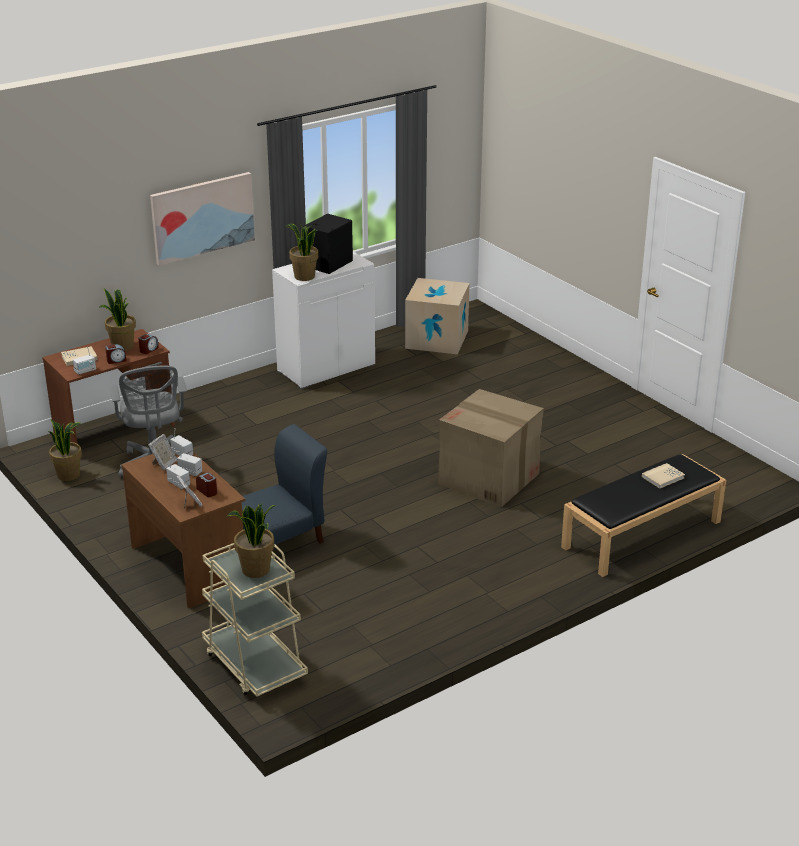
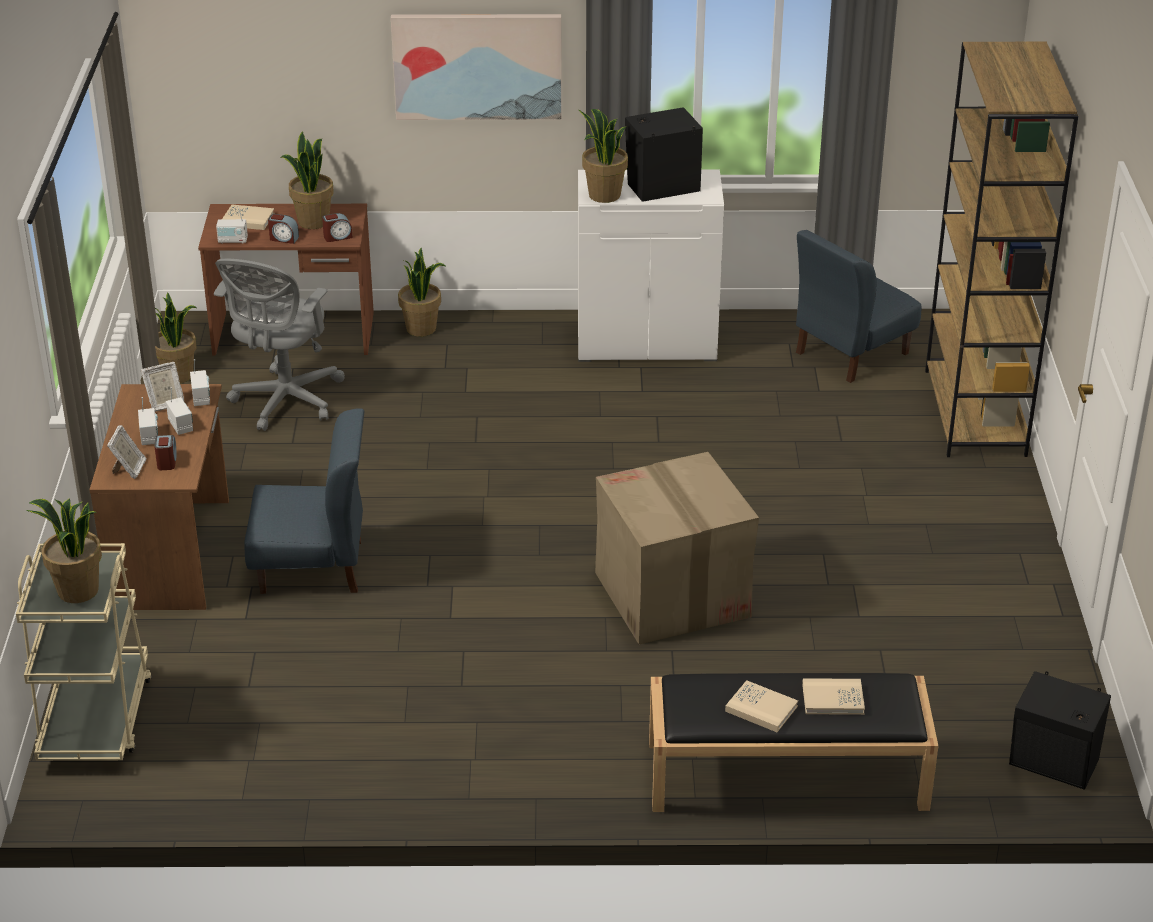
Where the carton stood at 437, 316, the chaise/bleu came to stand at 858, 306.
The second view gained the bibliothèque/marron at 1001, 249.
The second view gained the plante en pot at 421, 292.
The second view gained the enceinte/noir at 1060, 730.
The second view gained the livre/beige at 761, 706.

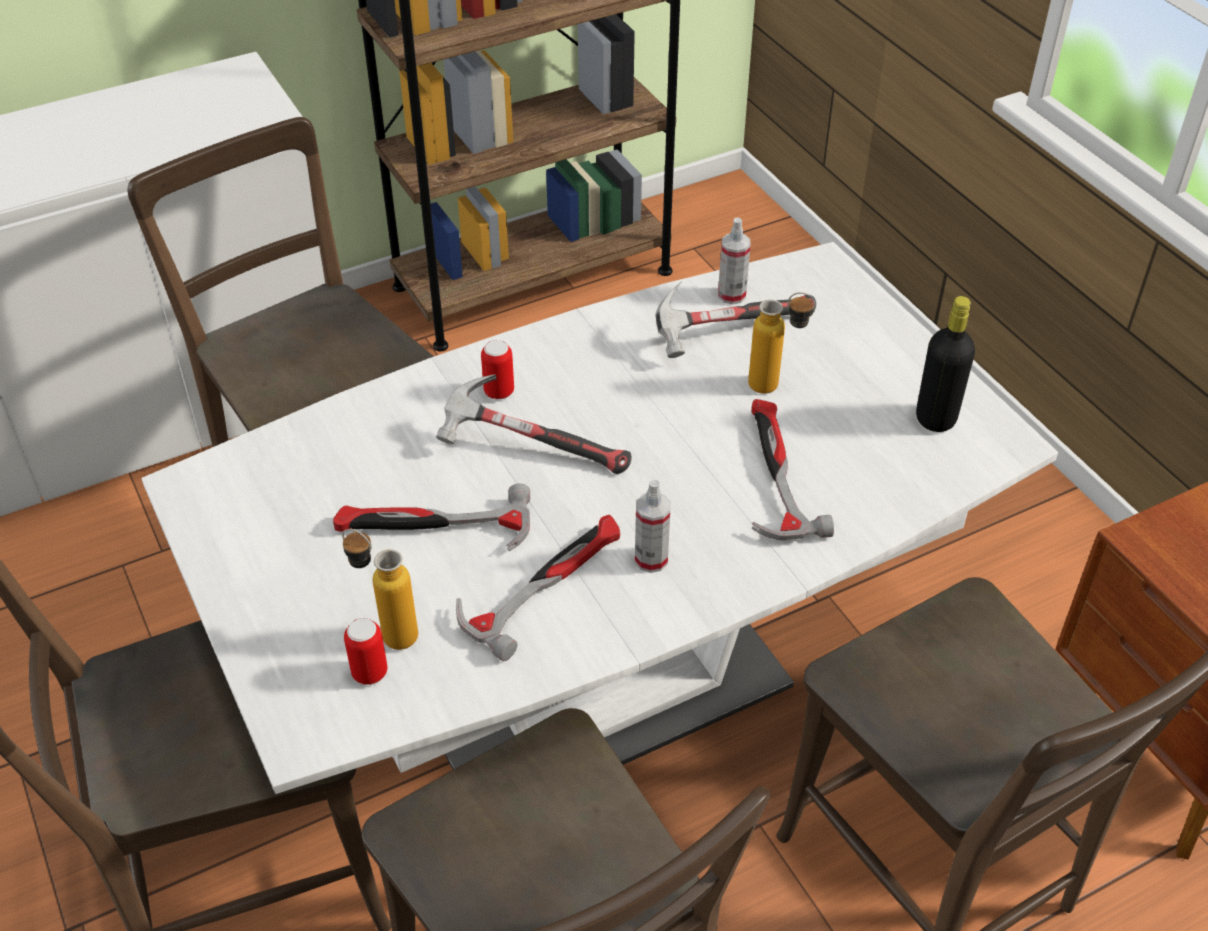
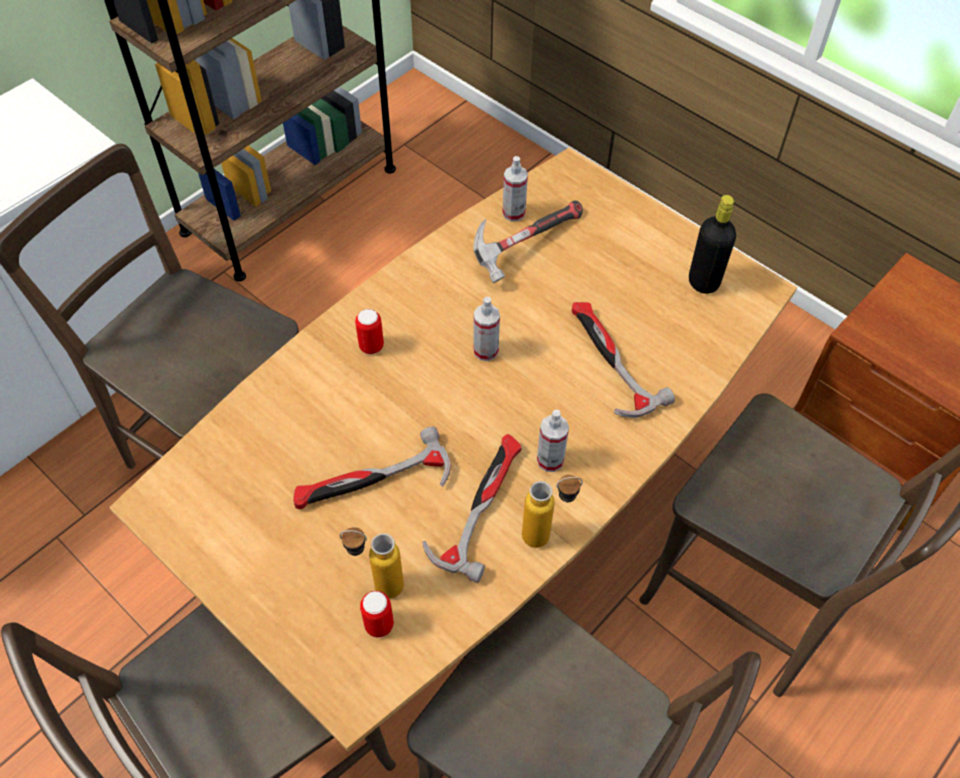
What was the table à manger/blanc at 599, 518 turned into the table à manger/marron at 453, 449.
The bouteille ended up elsewhere, having gone from 781, 343 to 552, 511.
The second view lost the marteau at 534, 424.
The second view gained the vaporisateur at 486, 329.

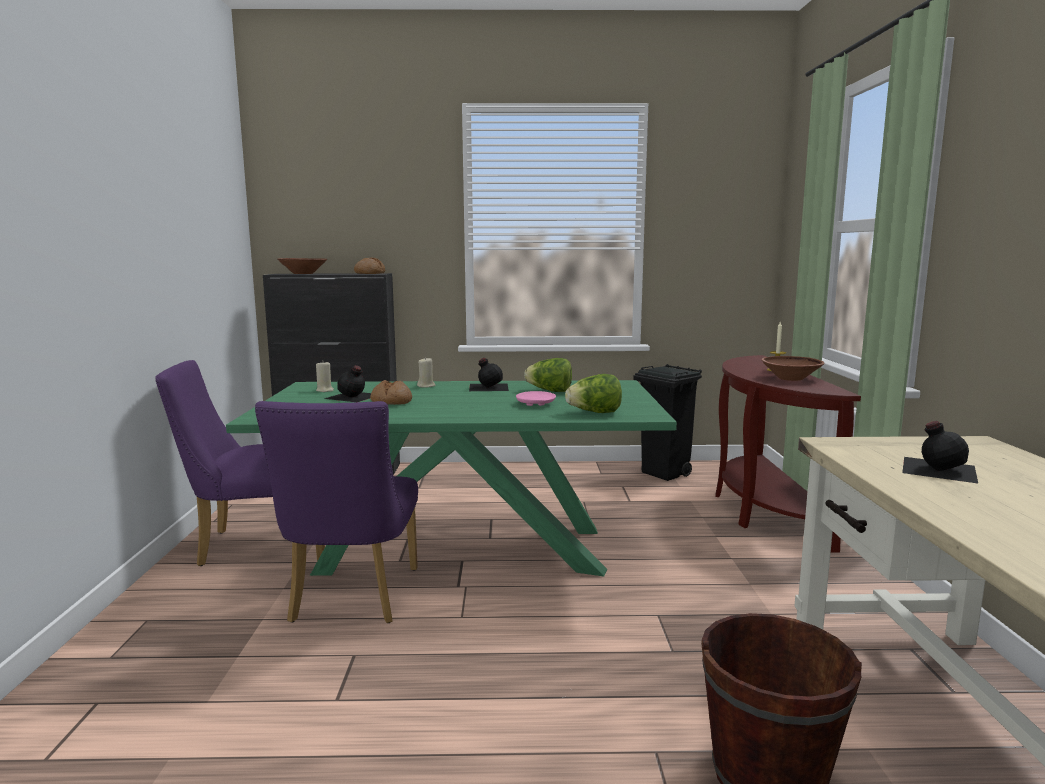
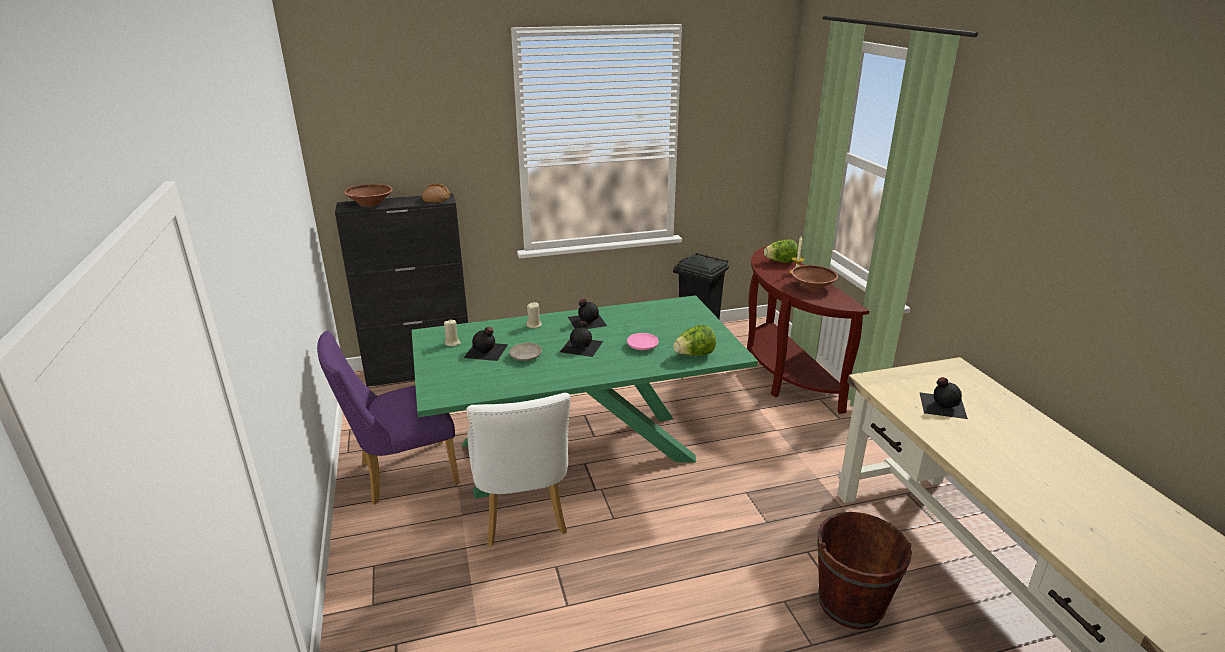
The laitue ended up elsewhere, having gone from 548, 375 to 781, 251.
Where the pain stood at 391, 392, the assiette/beige came to stand at 525, 352.
What was the chaise/violet at 336, 512 turned into the chaise/blanc at 518, 470.
The second view gained the bouteille/noir at 581, 339.

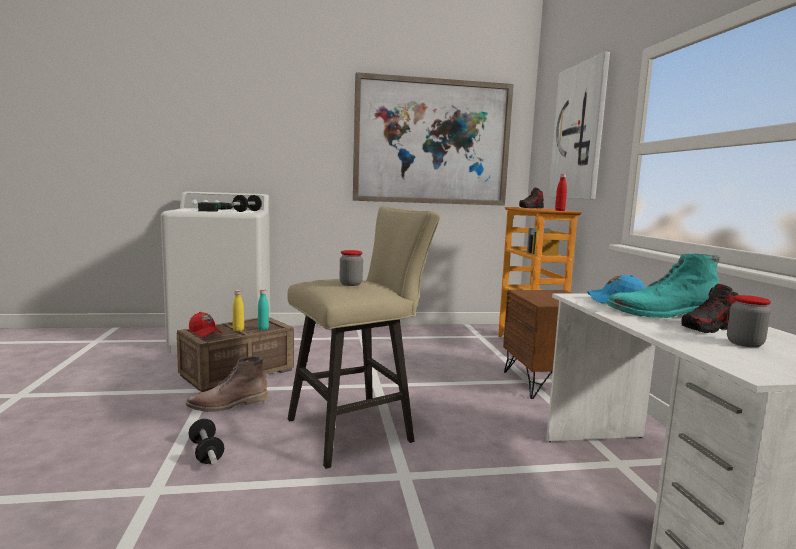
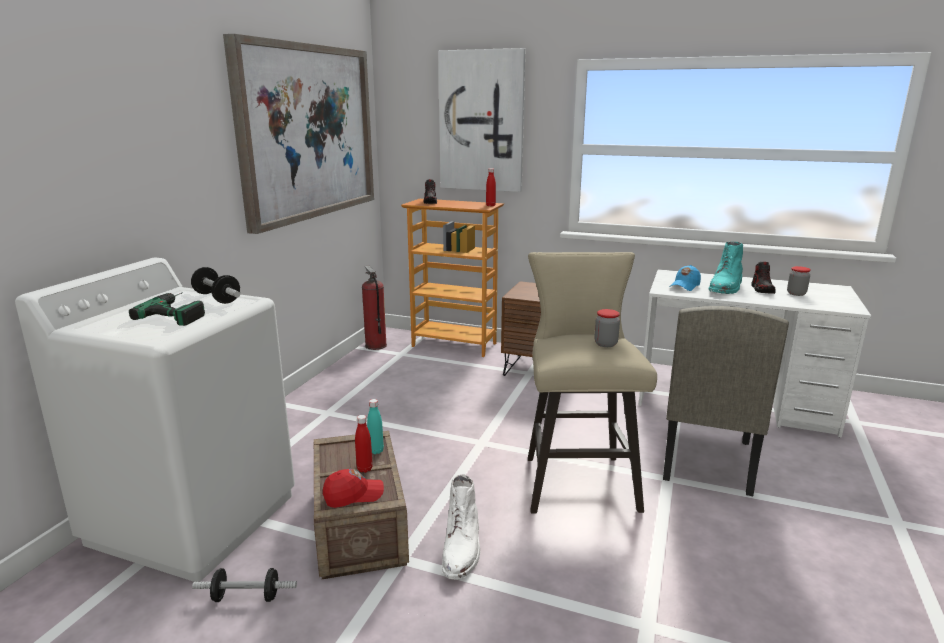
What was the bouteille/jaune at 238, 311 turned into the bouteille/rouge at 364, 444.
What was the botte/marron at 227, 384 turned into the botte/blanc at 461, 526.
The haltère ended up elsewhere, having gone from 206, 441 to 244, 585.
The second view gained the extincteur at 374, 308.
The second view gained the chaise/beige at 726, 401.

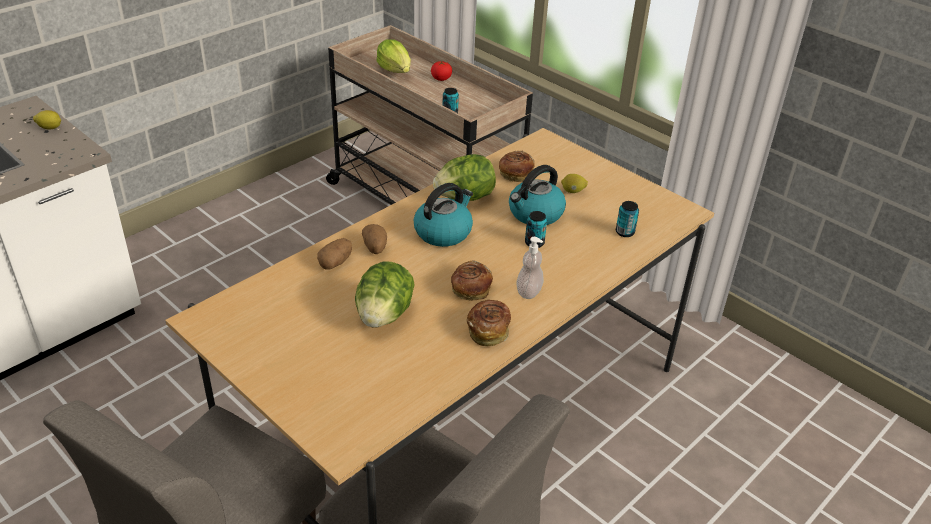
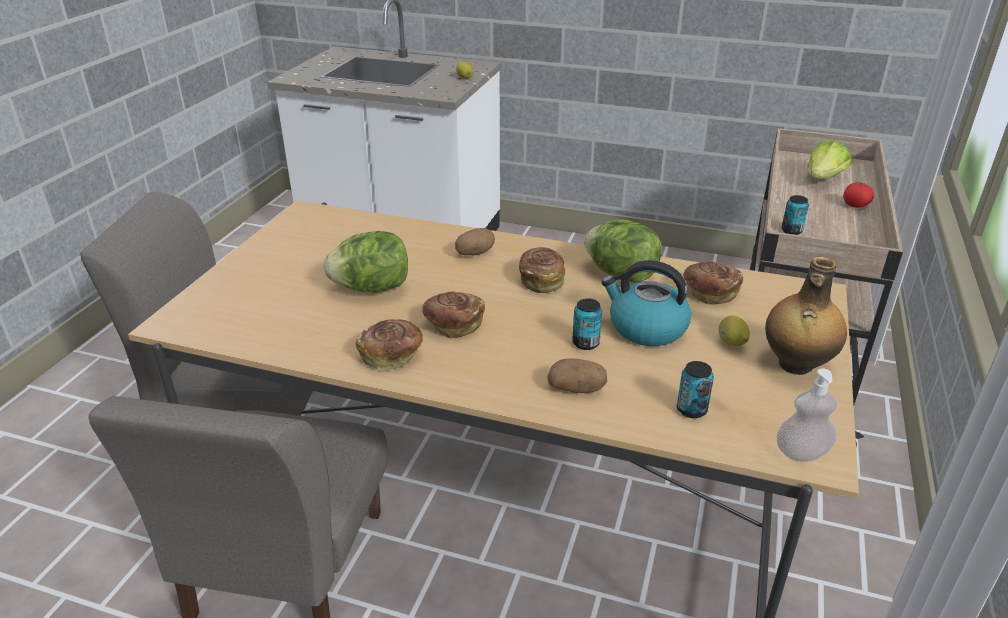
Where the bouilloire stood at 443, 215, the pain came to stand at 542, 270.
The distributeur de savon ended up elsewhere, having gone from 530, 268 to 807, 414.
The pomme de terre ended up elsewhere, having gone from 334, 254 to 577, 376.
The second view gained the bouteille at 806, 316.

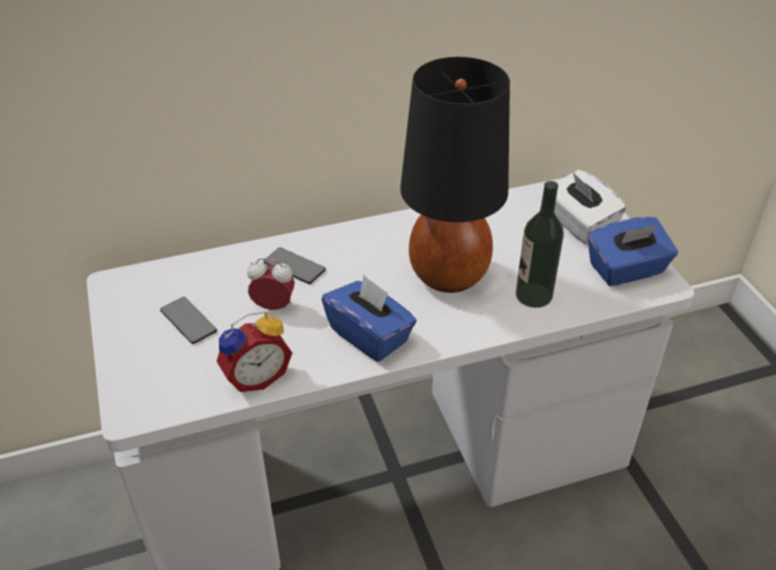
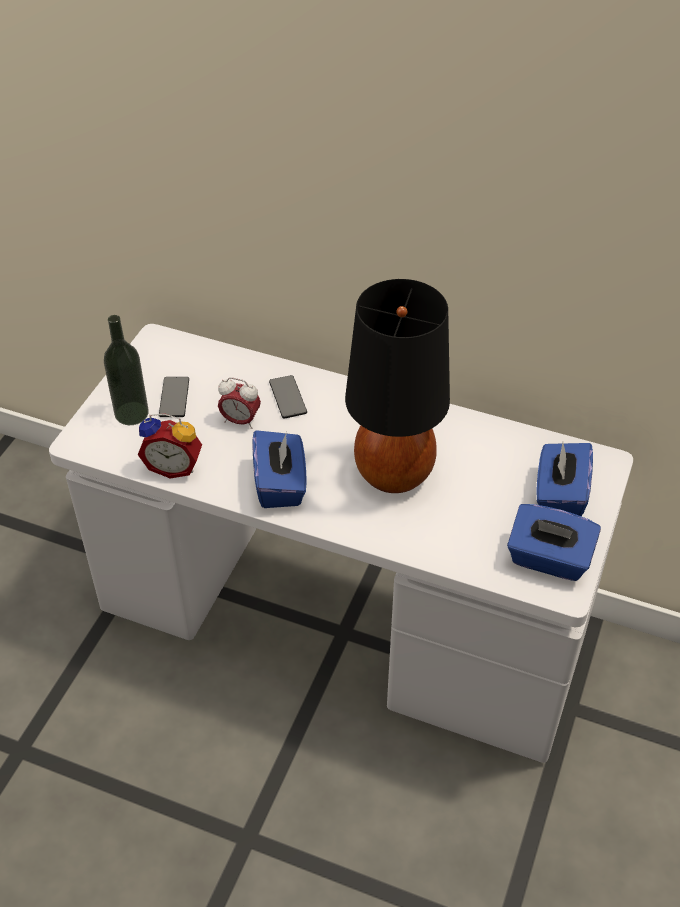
What was the boîte à mouchoirs/blanc at 590, 207 turned into the boîte à mouchoirs/bleu at 564, 479.
The bouteille ended up elsewhere, having gone from 540, 244 to 126, 370.
The réveil at 271, 284 ended up facing another way, 150 degrees clockwise from before.

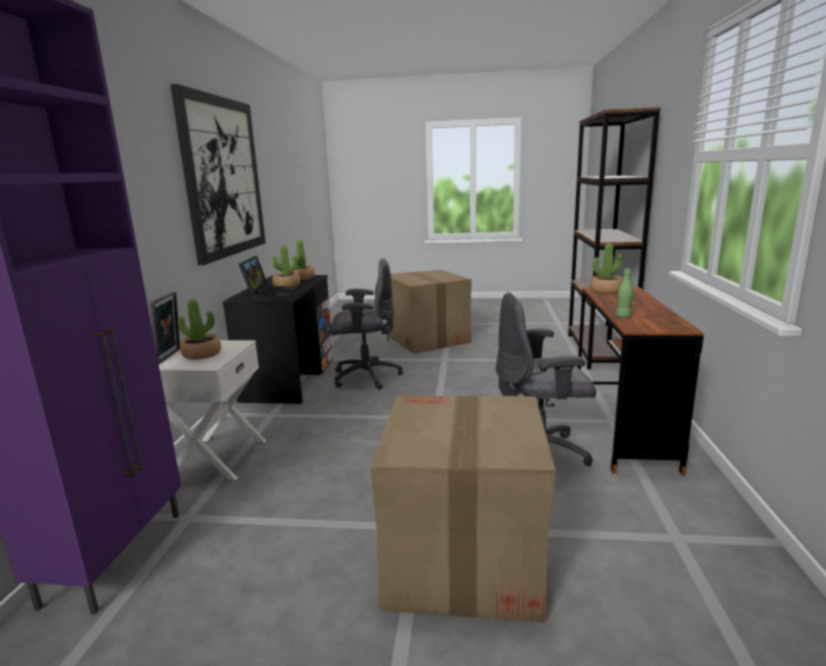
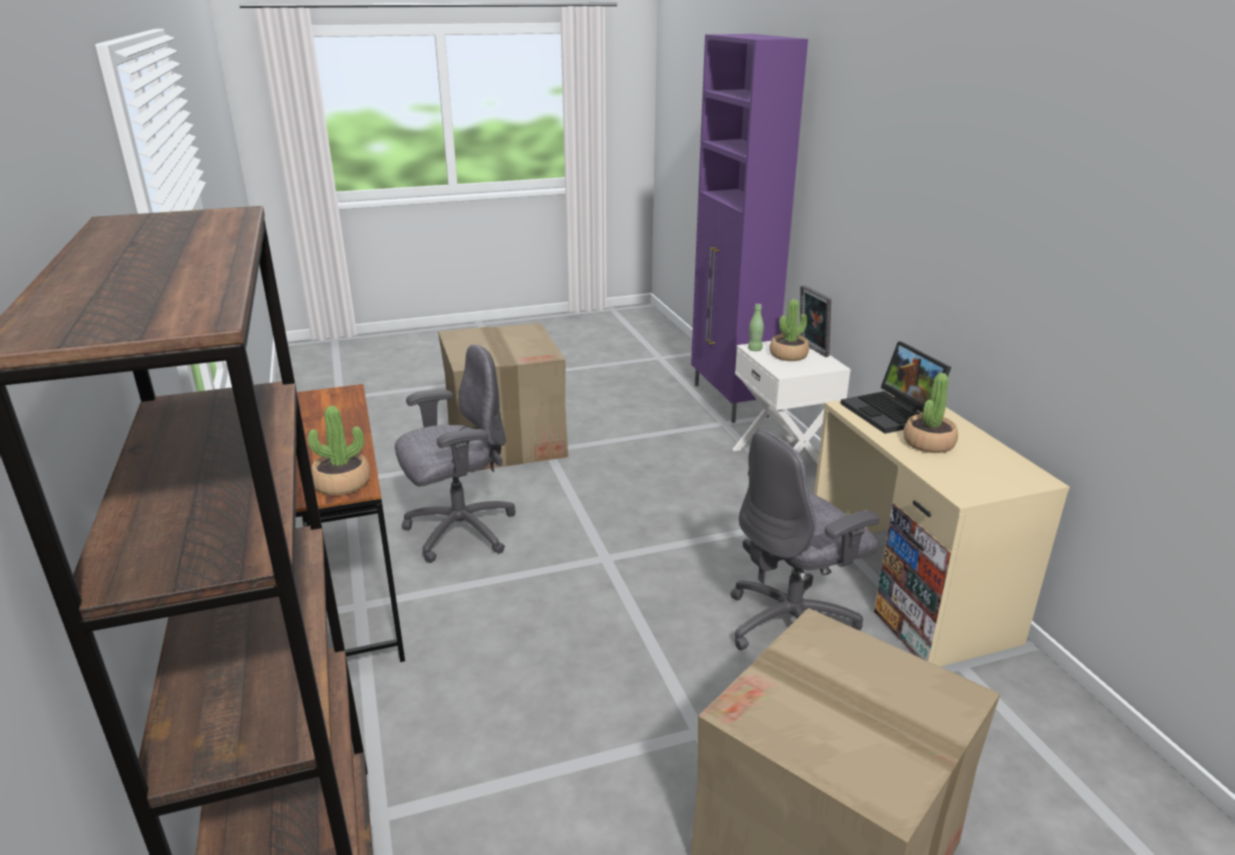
The second view lost the tableau at 218, 174.
The second view lost the plante en pot at 303, 260.
The bouteille/vert ended up elsewhere, having gone from 625, 293 to 756, 327.
What was the bureau/noir at 278, 339 turned into the bureau/beige at 942, 530.

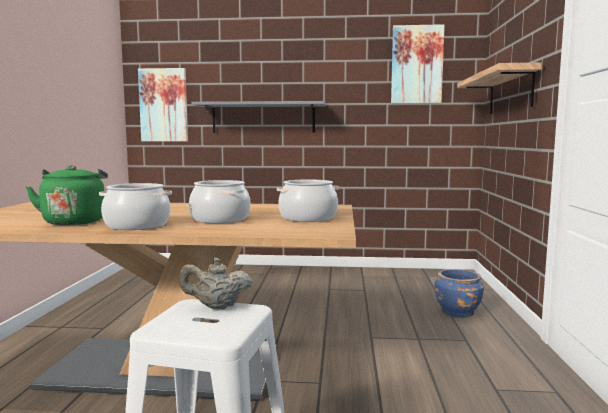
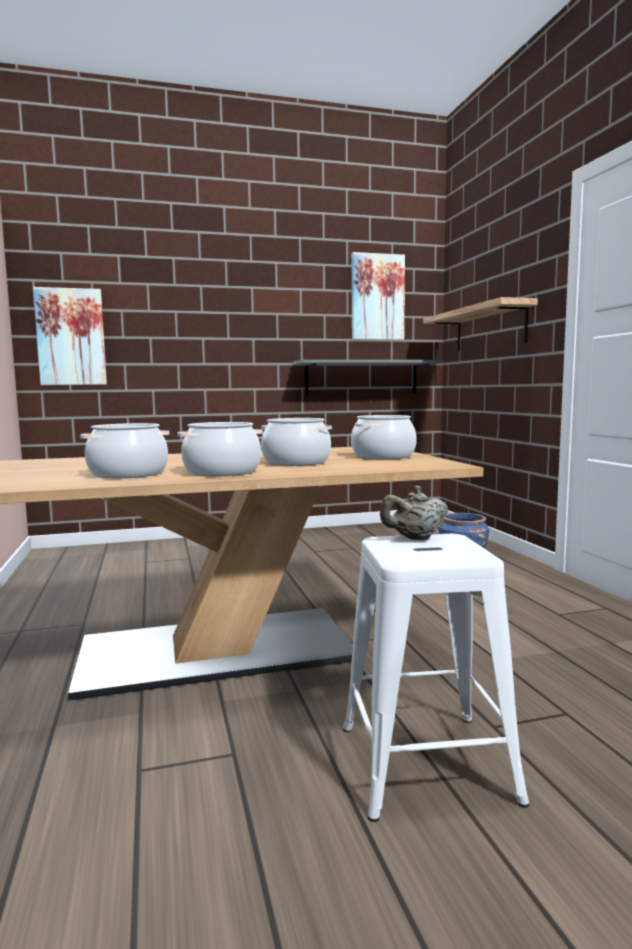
The étagère/gris ended up elsewhere, having gone from 259, 117 to 368, 377.
Where the bouilloire/vert stood at 67, 195, the marmite came to stand at 124, 450.

